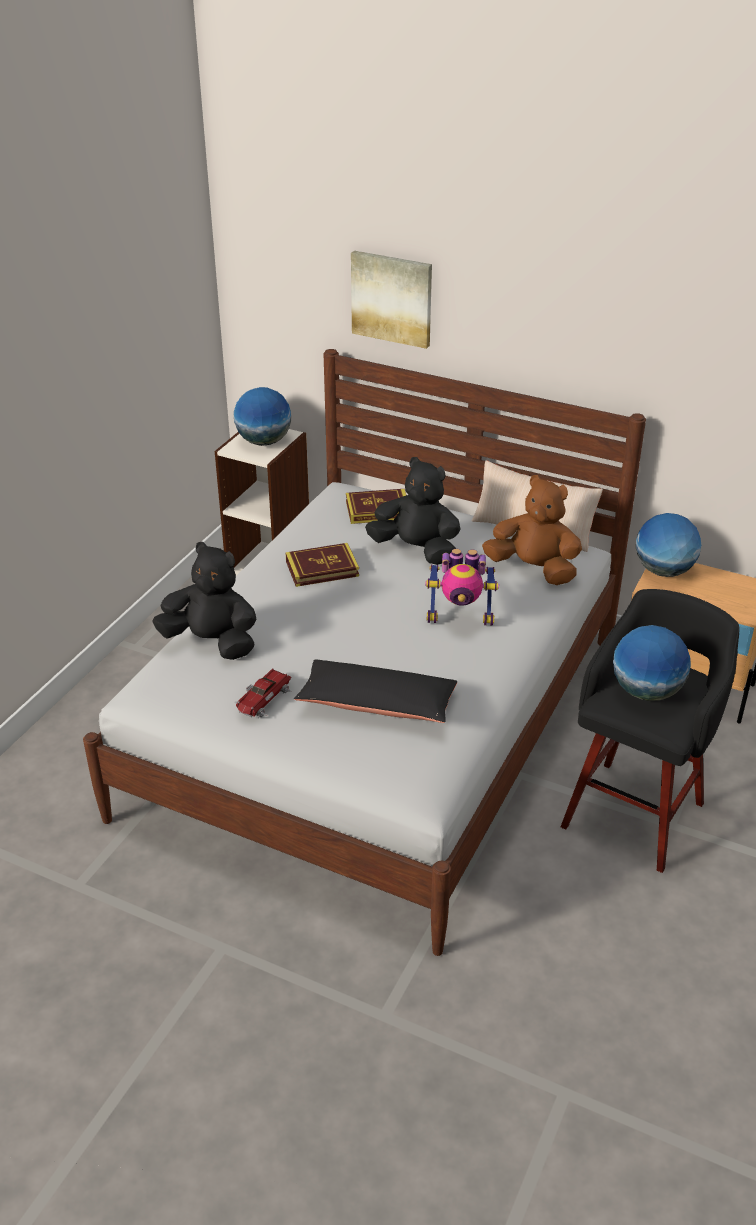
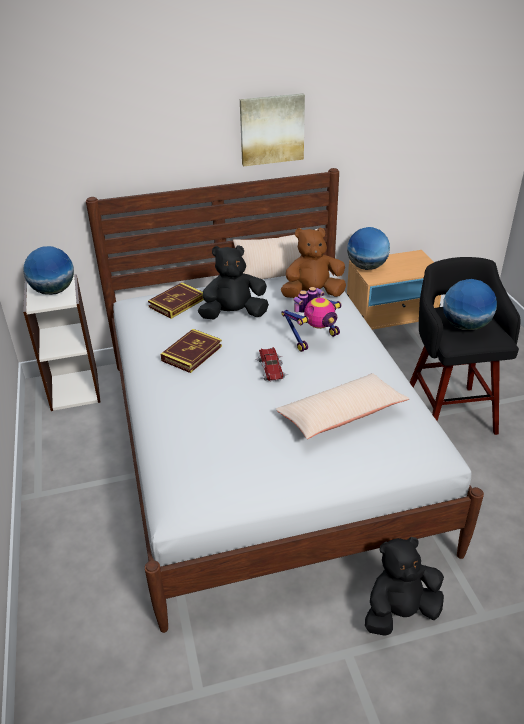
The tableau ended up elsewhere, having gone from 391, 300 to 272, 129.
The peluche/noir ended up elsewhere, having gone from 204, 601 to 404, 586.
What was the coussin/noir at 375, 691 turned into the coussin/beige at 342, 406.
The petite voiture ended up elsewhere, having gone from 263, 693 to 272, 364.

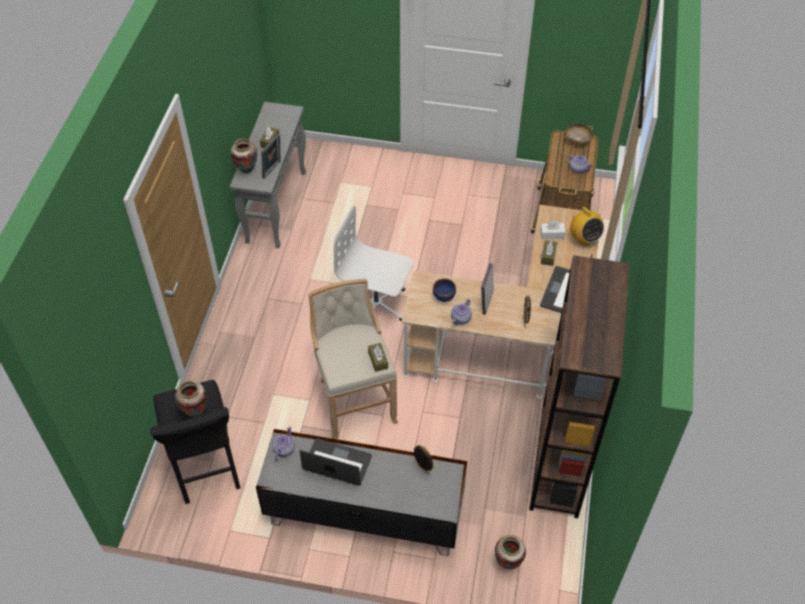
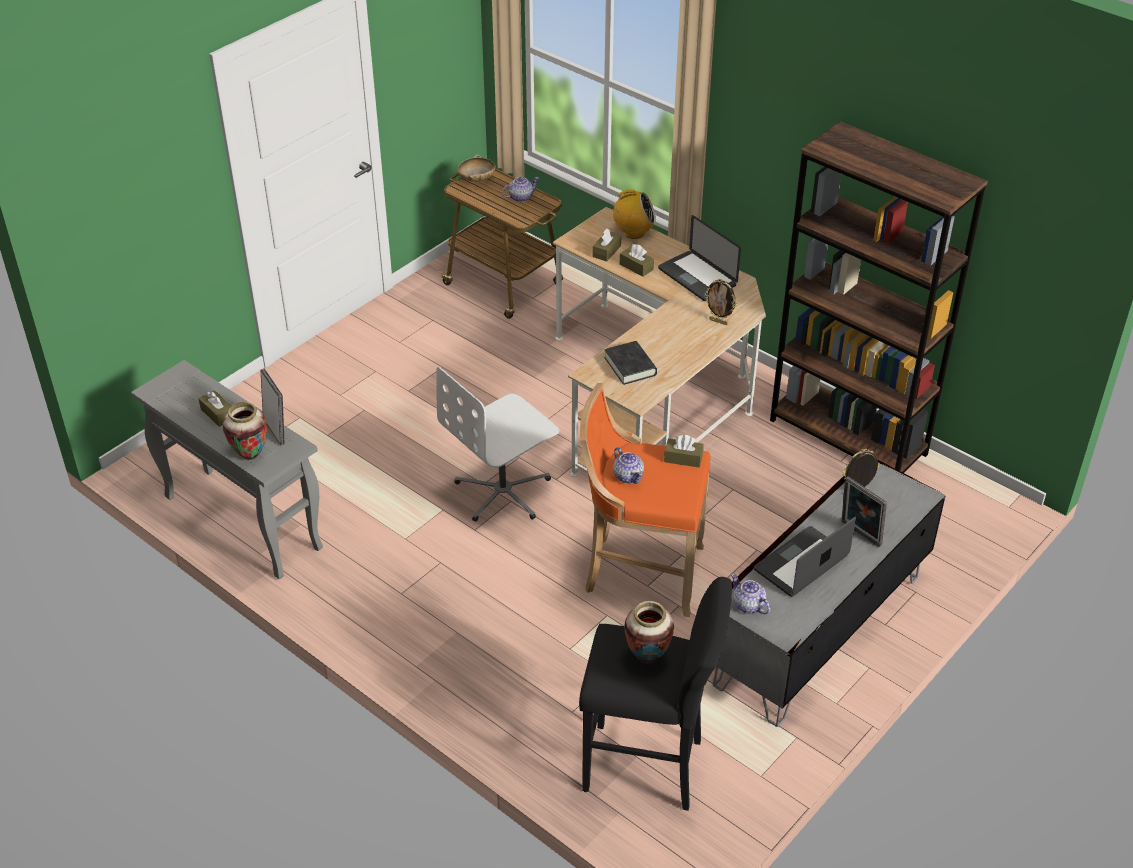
What was the boîte à mouchoirs/blanc at 553, 229 turned into the boîte à mouchoirs/marron at 607, 245.
The cadre photo ended up elsewhere, having gone from 487, 289 to 864, 512.
Where the bol/bleu stood at 444, 290, the livre/noir came to stand at 630, 363.
What was the tabouret/beige at 353, 359 turned into the tabouret/orange at 645, 500.
The théière ended up elsewhere, having gone from 461, 312 to 628, 465.
The second view lost the vase at 510, 552.

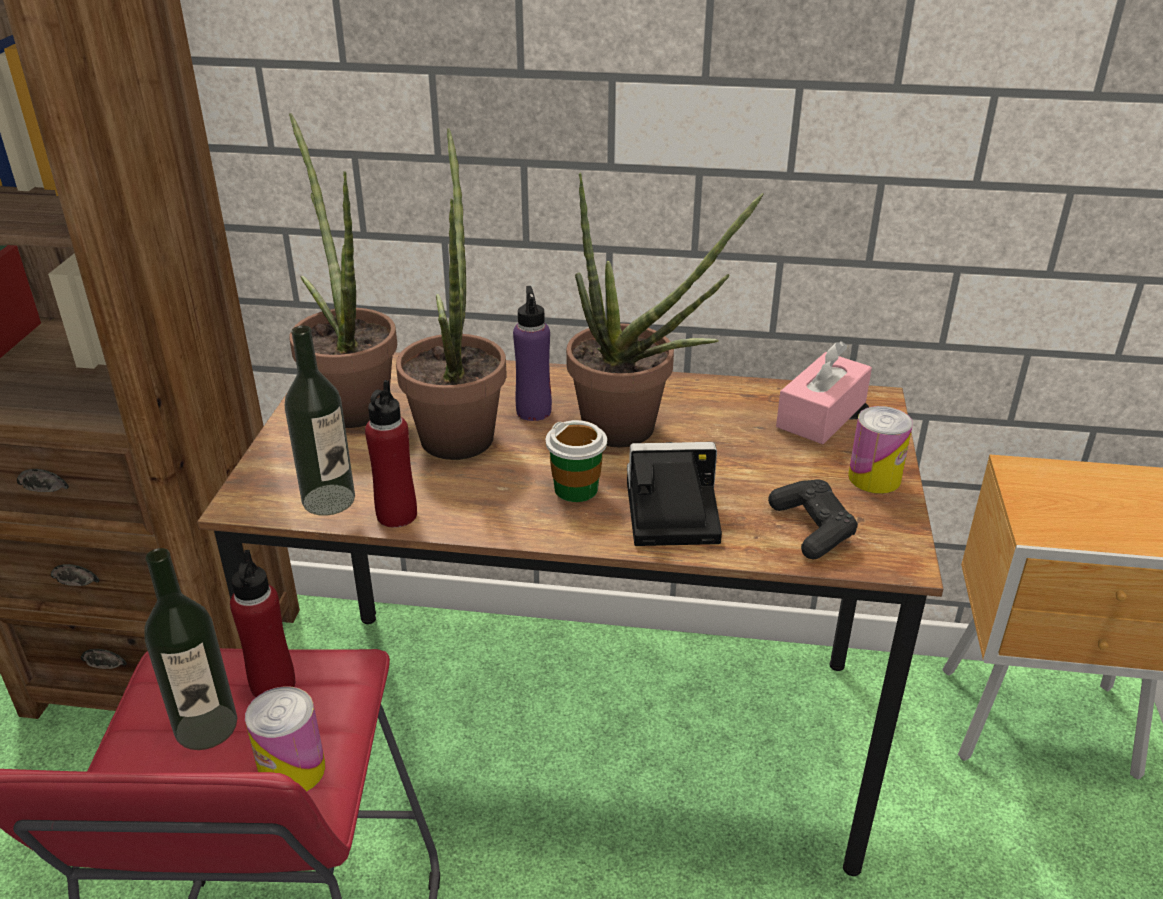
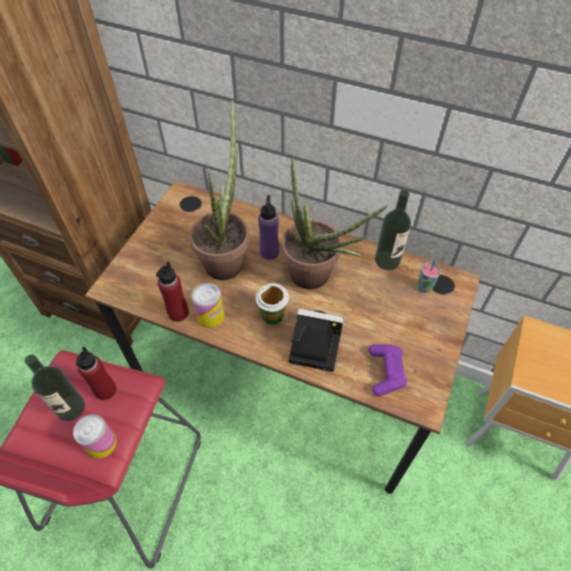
The second view lost the plante en pot at 343, 270.
The bouteille ended up elsewhere, having gone from 320, 421 to 393, 230.
Where the boîte à mouchoirs/rose stood at 824, 392, the tasse came to stand at 429, 276.
The boîte métallique ended up elsewhere, having gone from 880, 450 to 208, 305.
What was the manette/noir at 813, 519 turned into the manette/violet at 387, 370.

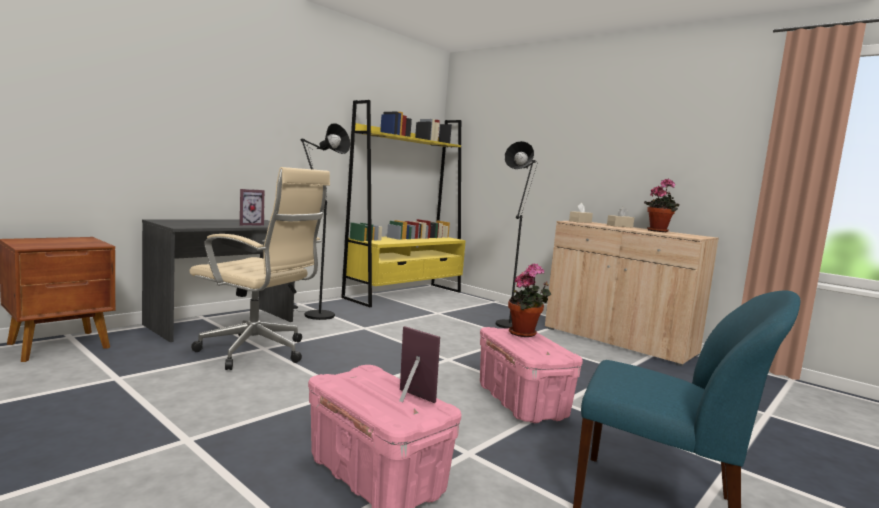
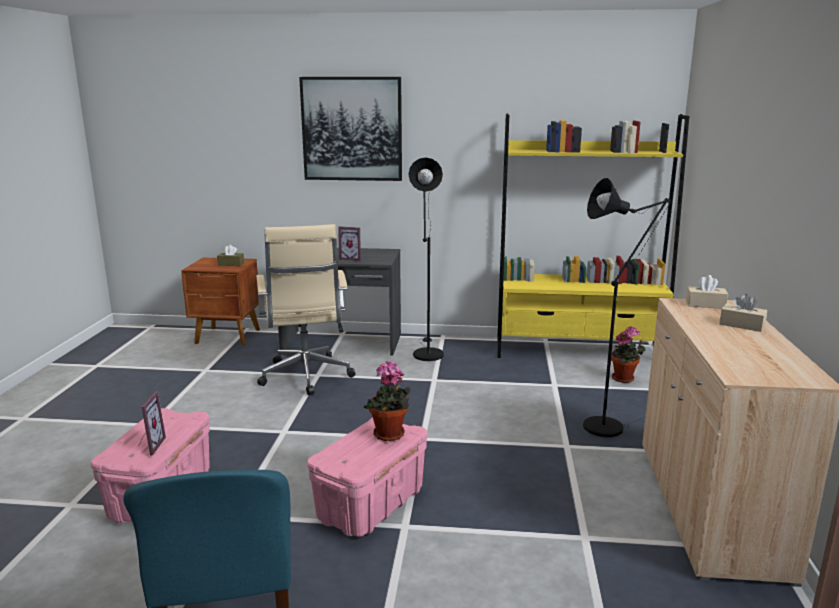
The plante en pot ended up elsewhere, having gone from 661, 205 to 628, 354.
The second view gained the tableau at 350, 129.
The second view gained the boîte à mouchoirs/marron at 230, 255.

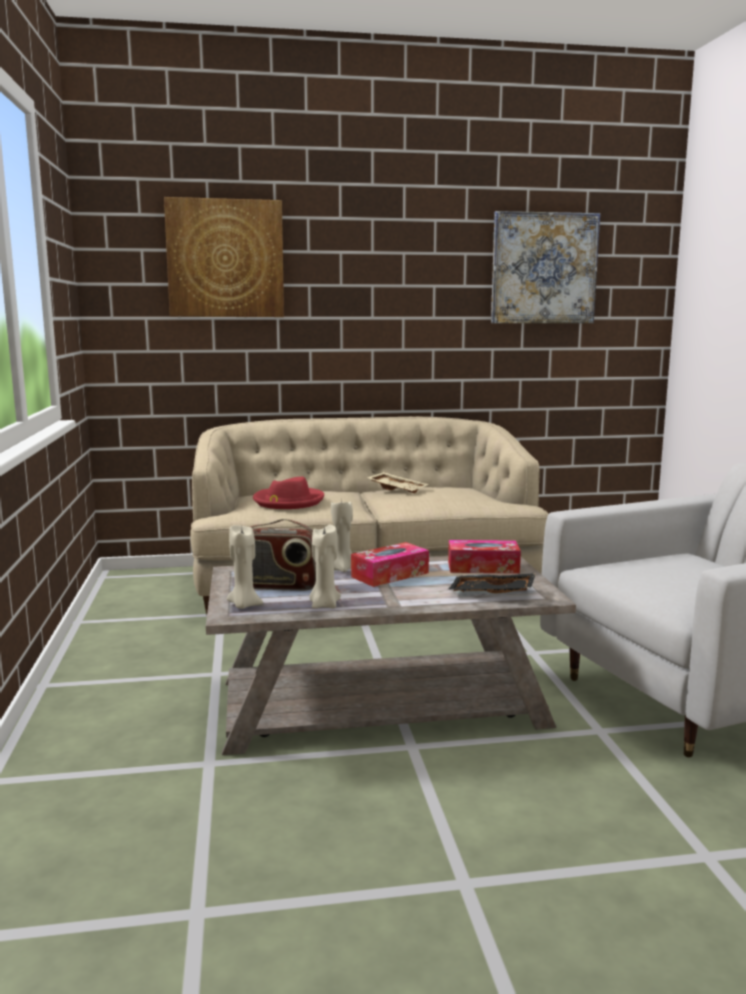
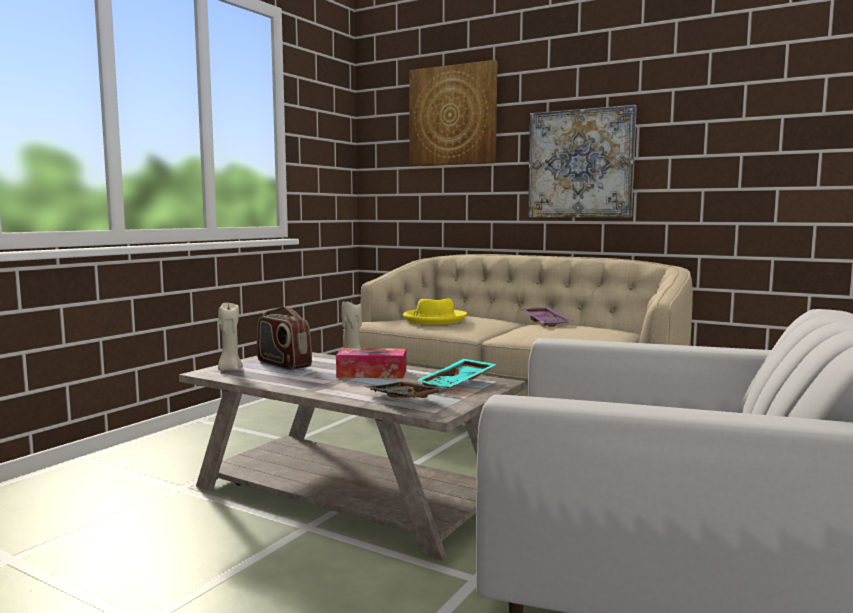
The tableau ended up elsewhere, having gone from 545, 267 to 582, 161.
What was the plateau/beige at 398, 482 turned into the plateau/violet at 547, 317.
What was the chapeau/rouge at 288, 493 turned into the chapeau/jaune at 435, 311.
The second view lost the bougie/beige at 325, 566.
Where the boîte à mouchoirs stood at 484, 557, the plateau/turquoise came to stand at 456, 373.

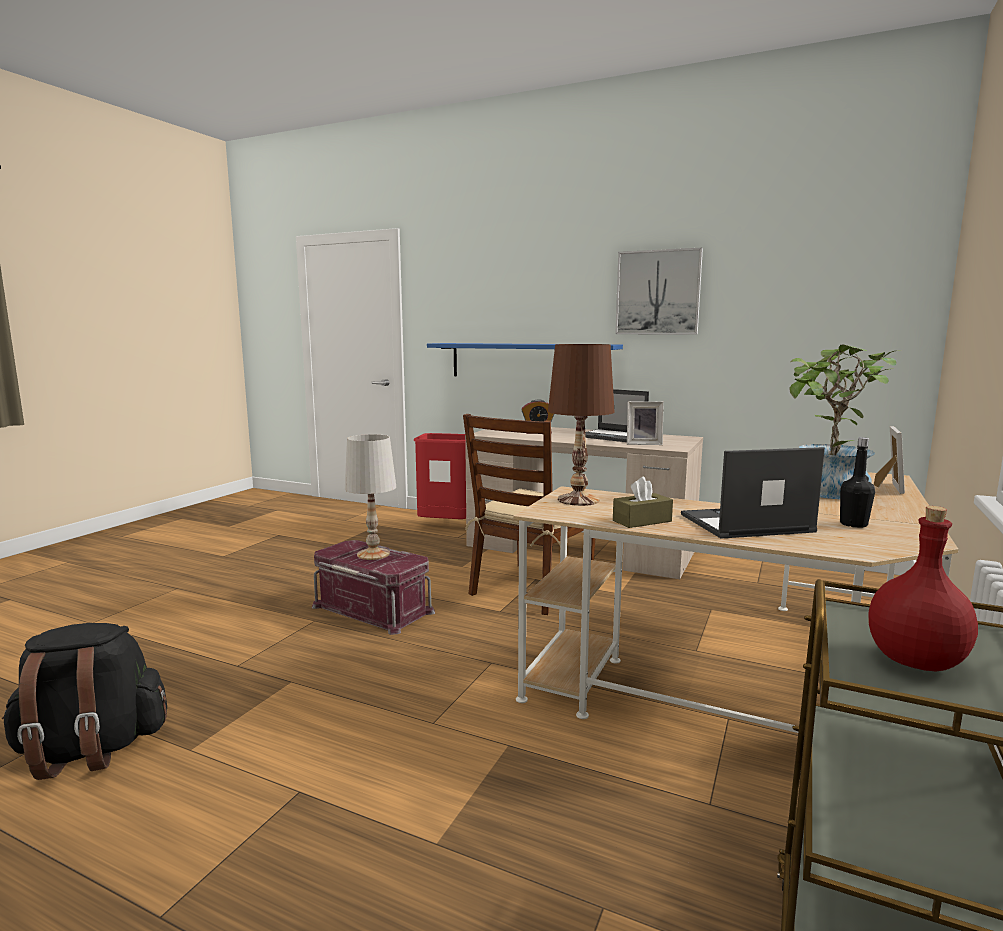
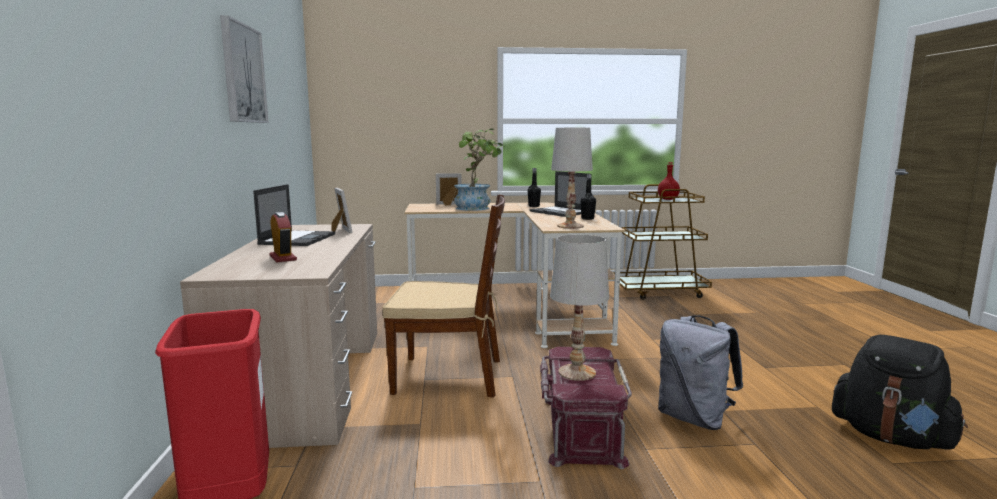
The second view lost the étagère/bleu at 525, 359.
What was the lampe de table/marron at 581, 425 turned into the lampe de table/blanc at 572, 178.
Where the boîte à mouchoirs/marron stood at 643, 502, the bouteille/noir came to stand at 588, 197.
The second view gained the sac à dos/gris at 700, 372.

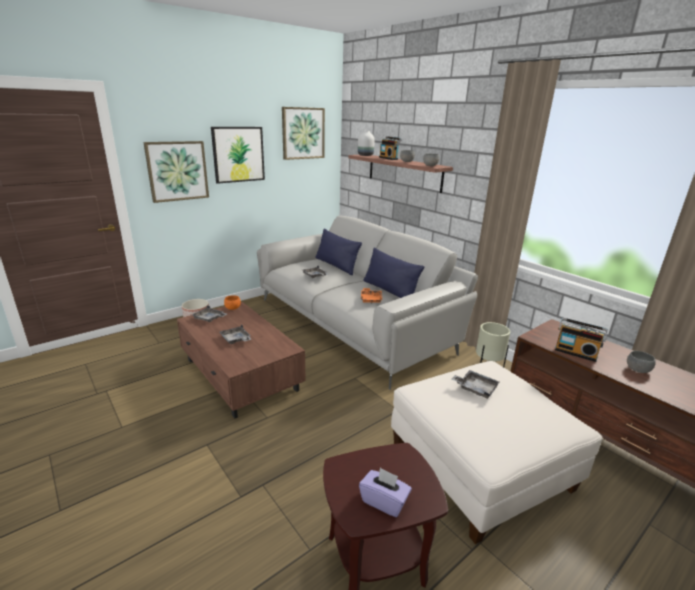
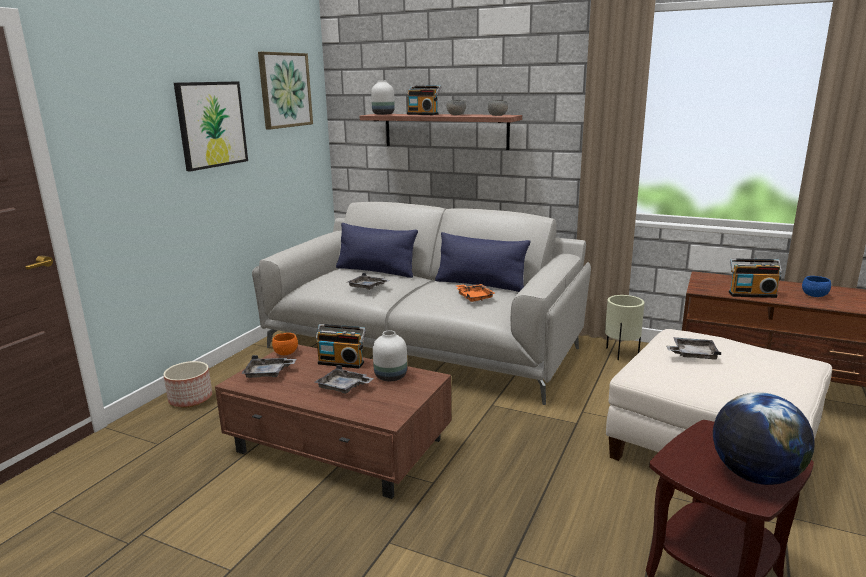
The second view lost the tableau at 176, 172.
What was the bol/gris at 641, 362 turned into the bol/bleu at 816, 286.
Where the boîte à mouchoirs/violet stood at 385, 492, the globe came to stand at 764, 438.
The second view gained the radio at 340, 346.
The second view gained the vase/blanc at 390, 355.

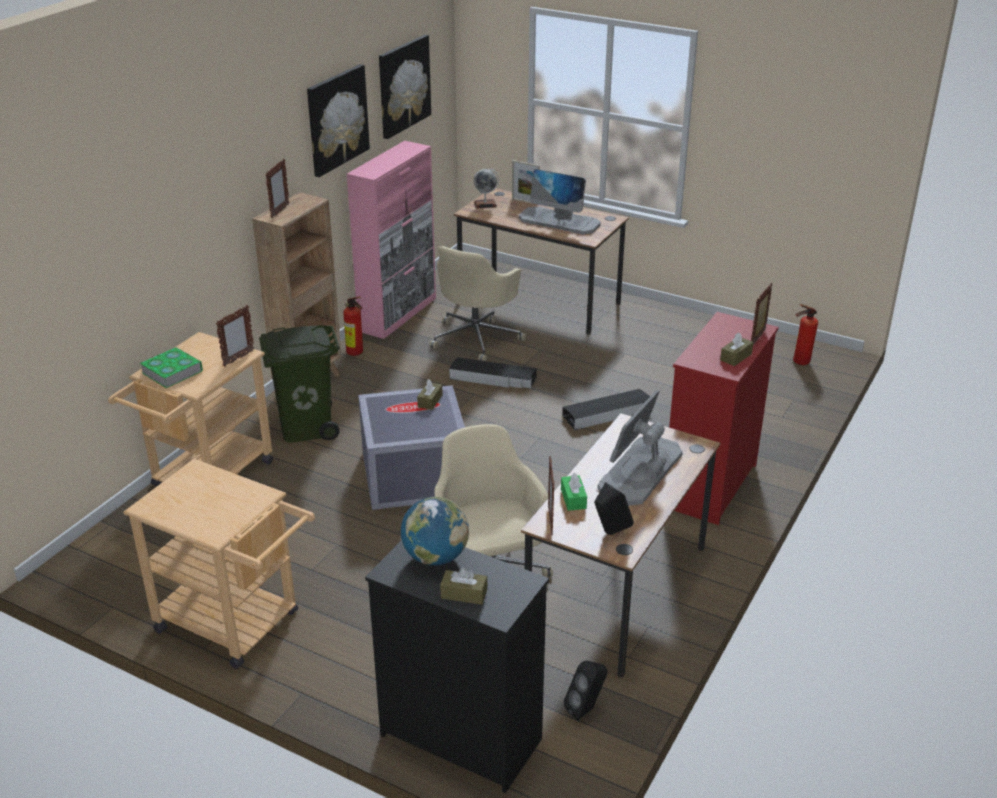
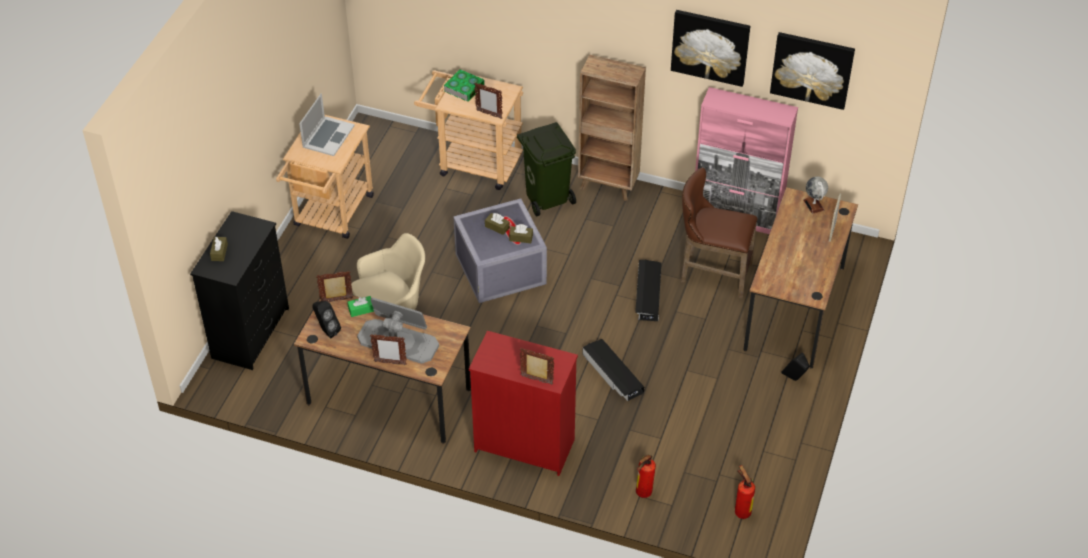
The cadre photo ended up elsewhere, having gone from 277, 188 to 388, 350.
The second view lost the écran d'ordinateur at 560, 202.
Where the chaise de bureau/beige stood at 477, 303, the tabouret/marron came to stand at 719, 233.
The extincteur ended up elsewhere, having gone from 353, 326 to 646, 476.
The boîte à mouchoirs/marron ended up elsewhere, having gone from 736, 349 to 497, 224.
The second view lost the globe at 435, 531.
The enceinte/noir ended up elsewhere, having gone from 586, 691 to 795, 367.
The second view gained the ordinateur portable at 327, 124.

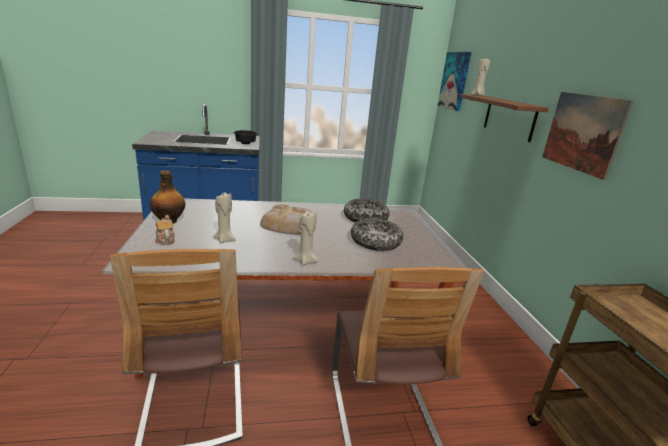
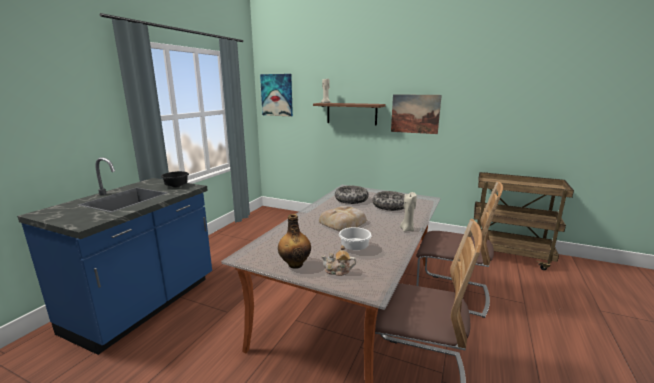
Where the bougie/beige stood at 224, 217, the bol/blanc came to stand at 355, 238.

